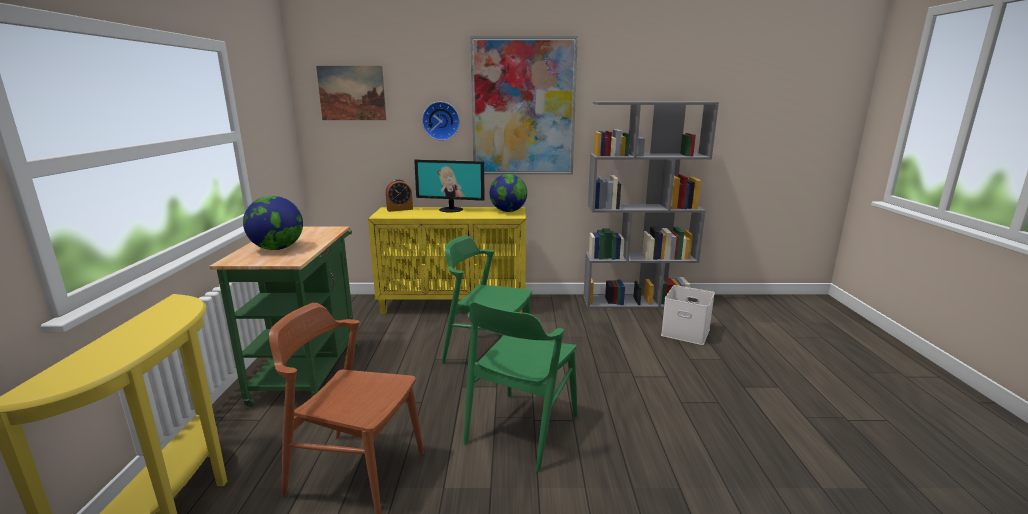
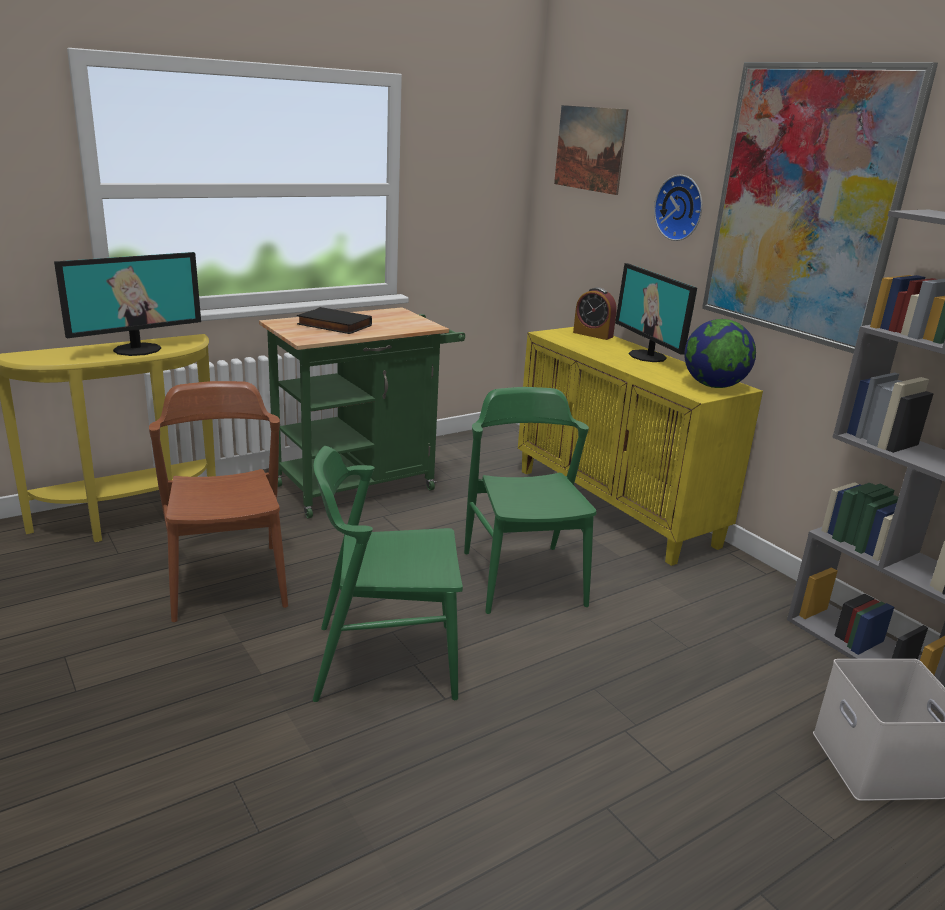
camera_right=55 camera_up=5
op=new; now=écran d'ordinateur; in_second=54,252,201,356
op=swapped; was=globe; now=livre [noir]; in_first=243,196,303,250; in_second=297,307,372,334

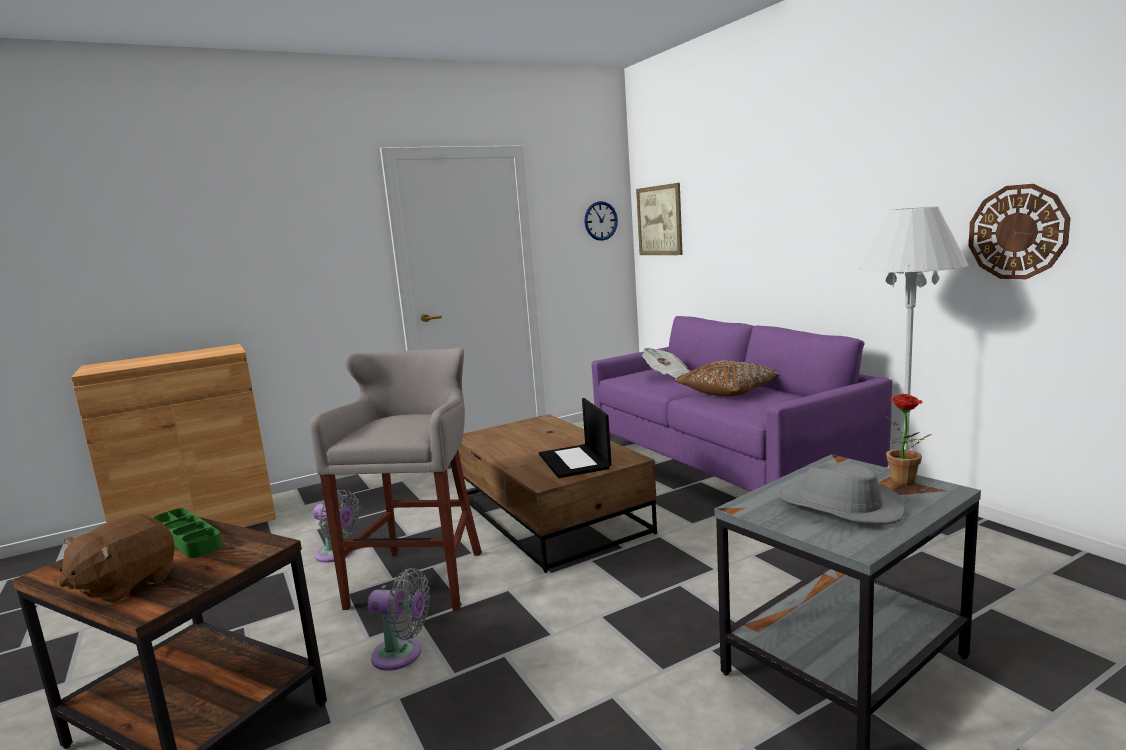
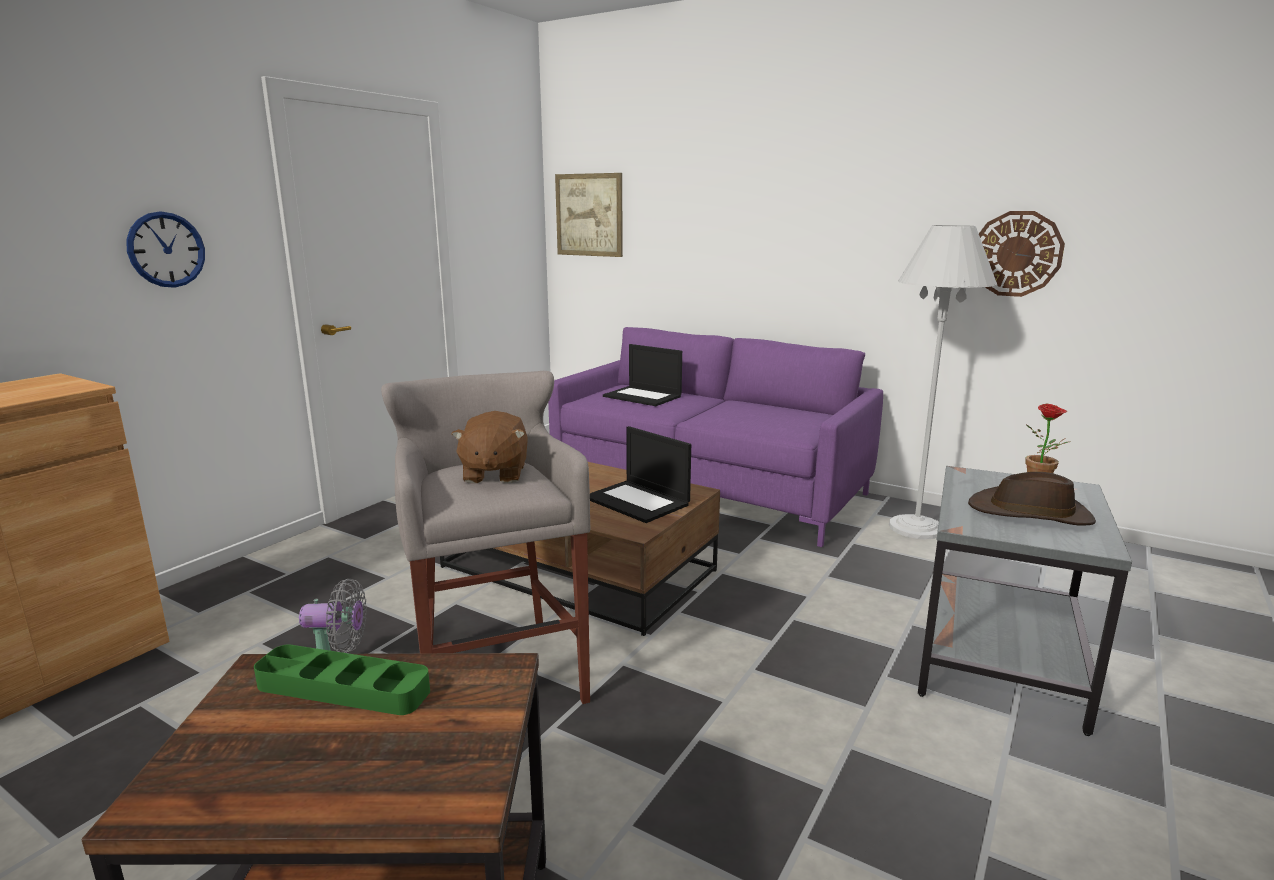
camera_right=-30 camera_up=5
op=shifted; was=horloge murale; in_first=584,201,618,241; in_second=126,211,205,288
op=shifted; was=peluche [marron]; in_first=59,514,175,605; in_second=451,411,528,483
op=swapped; was=journal; now=ordinateur portable; in_first=642,348,690,378; in_second=603,344,682,406
op=repainted; was=chapeau [gris]; now=chapeau [marron]; in_first=778,462,905,525; in_second=968,472,1096,525
op=gone; was=ventilateur [gris]; in_first=368,568,430,671
op=gone; was=coussin [marron]; in_first=674,360,780,396

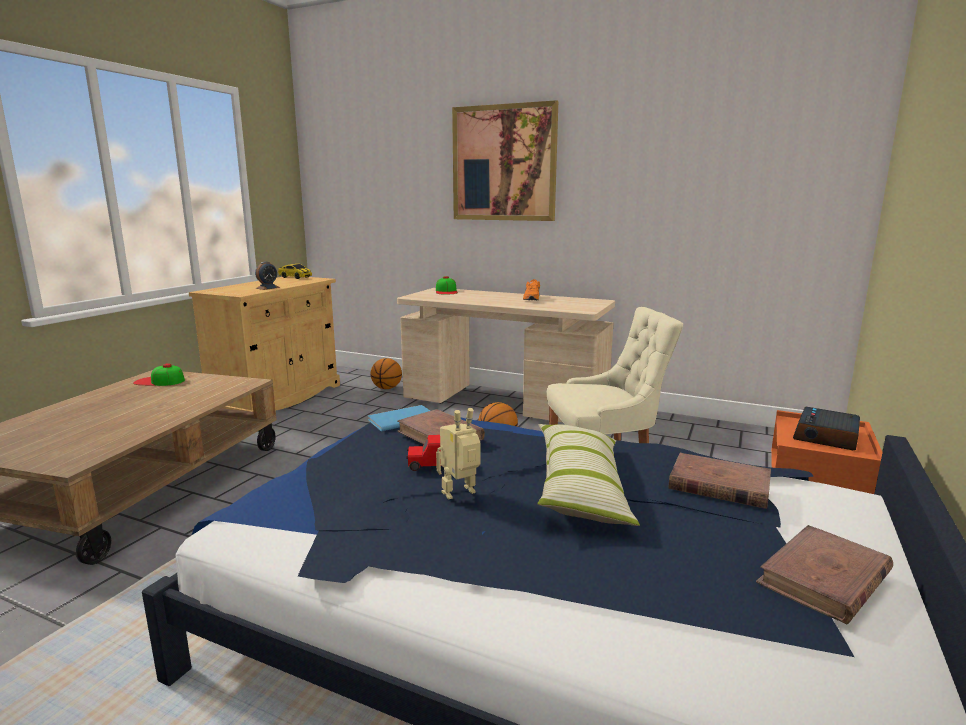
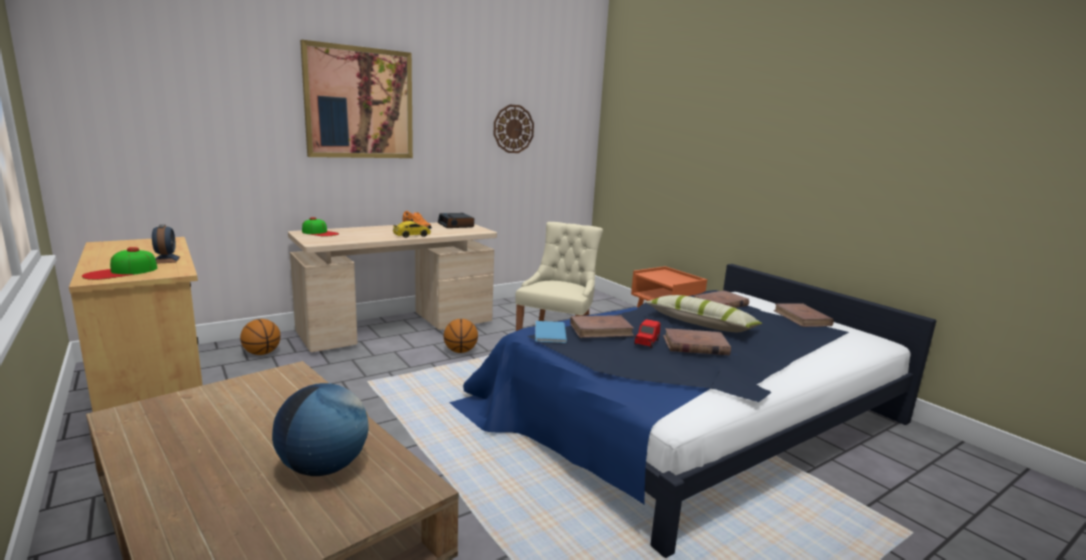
camera_right=-60 camera_up=0
op=shifted; was=casquette; in_first=133,363,185,386; in_second=82,247,157,280
op=new; now=globe; in_second=272,383,369,476
op=shifted; was=petite voiture; in_first=278,264,312,279; in_second=393,221,431,238
op=shifted; was=réveil; in_first=793,407,860,450; in_second=438,213,474,228
op=new; now=horloge murale; in_second=494,104,534,153
op=swapped; was=robot jouet; now=livre [marron]; in_first=436,408,481,499; in_second=663,328,731,355

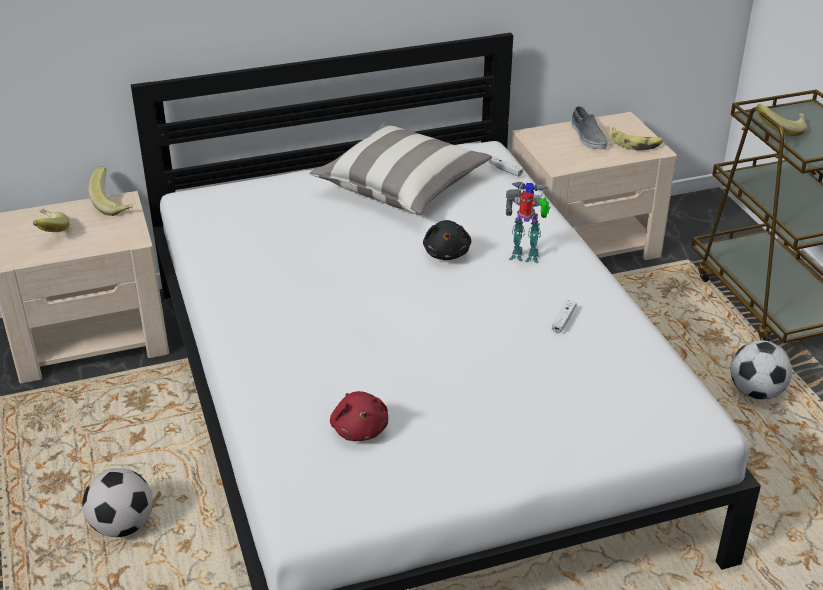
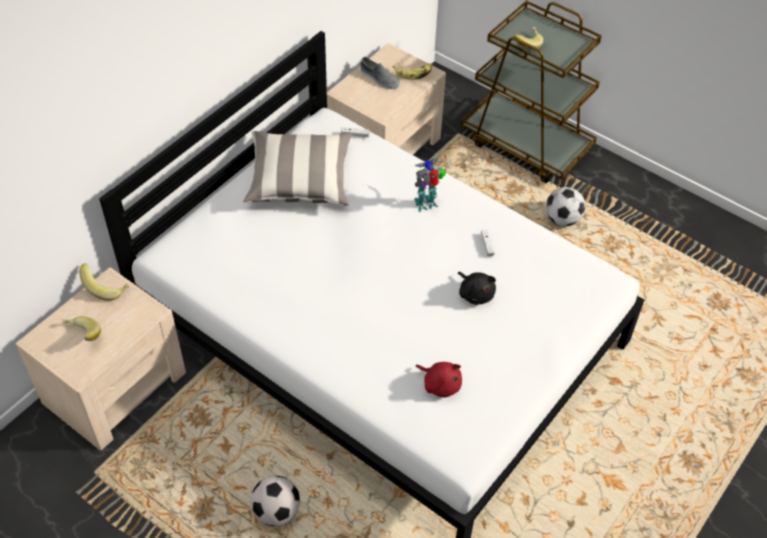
camera_right=-35 camera_up=15
op=shifted; was=peluche [noir]; in_first=423,220,471,260; in_second=458,272,496,305

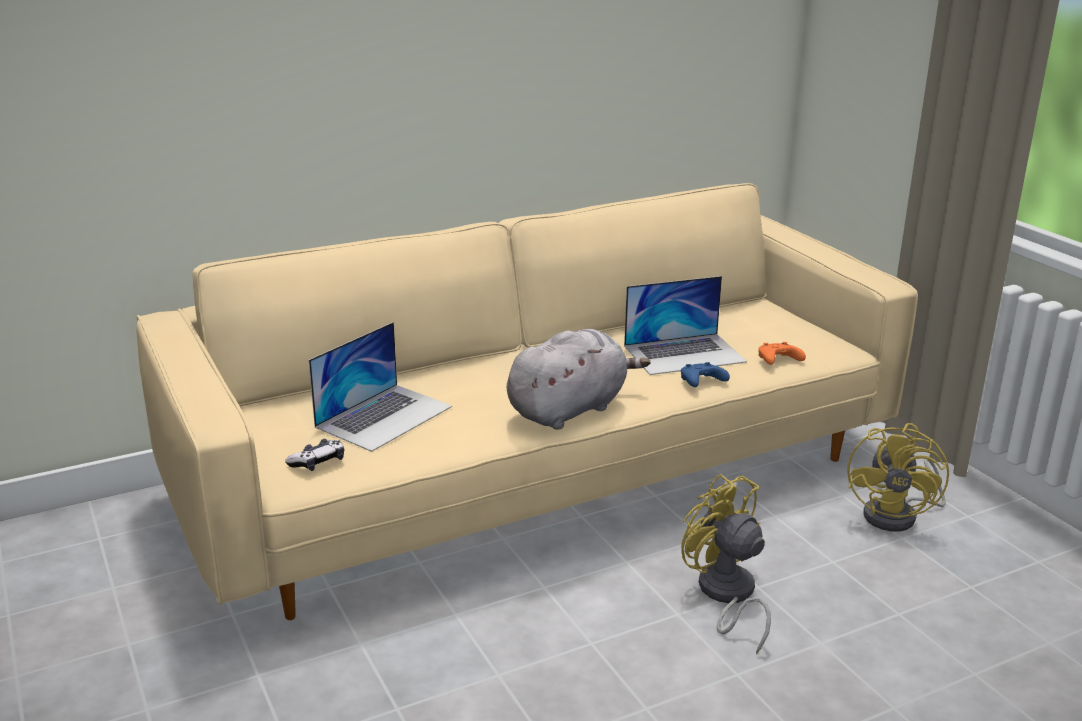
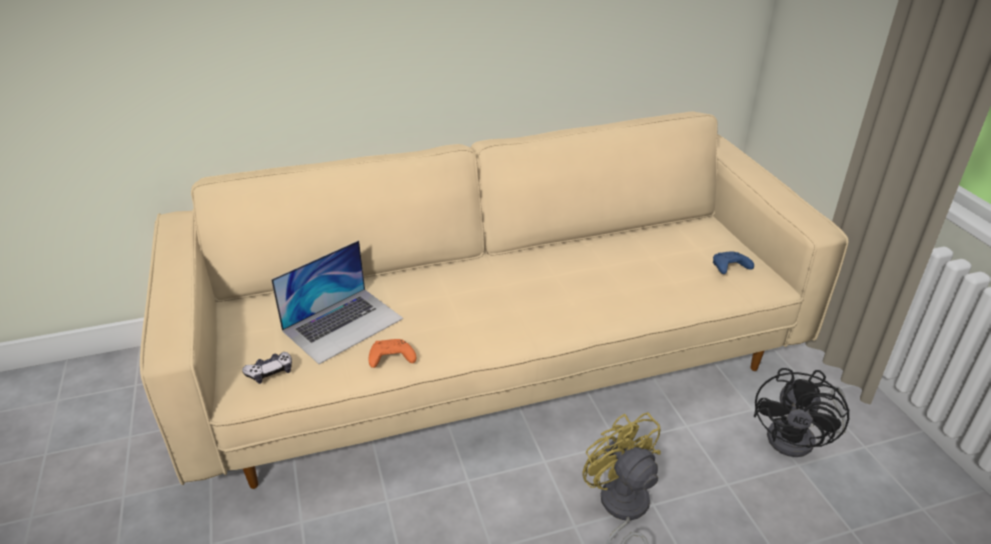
camera_right=10 camera_up=10
op=shifted; was=manette [orange]; in_first=758,342,806,365; in_second=368,339,416,368
op=shifted; was=manette [bleu]; in_first=681,362,730,387; in_second=713,251,754,274
op=repainted; was=ventilateur [jaune]; now=ventilateur [noir]; in_first=847,423,949,532; in_second=753,368,850,457
op=gone; was=peluche [gris]; in_first=507,329,650,430
op=gone; was=ordinateur portable; in_first=624,276,747,375

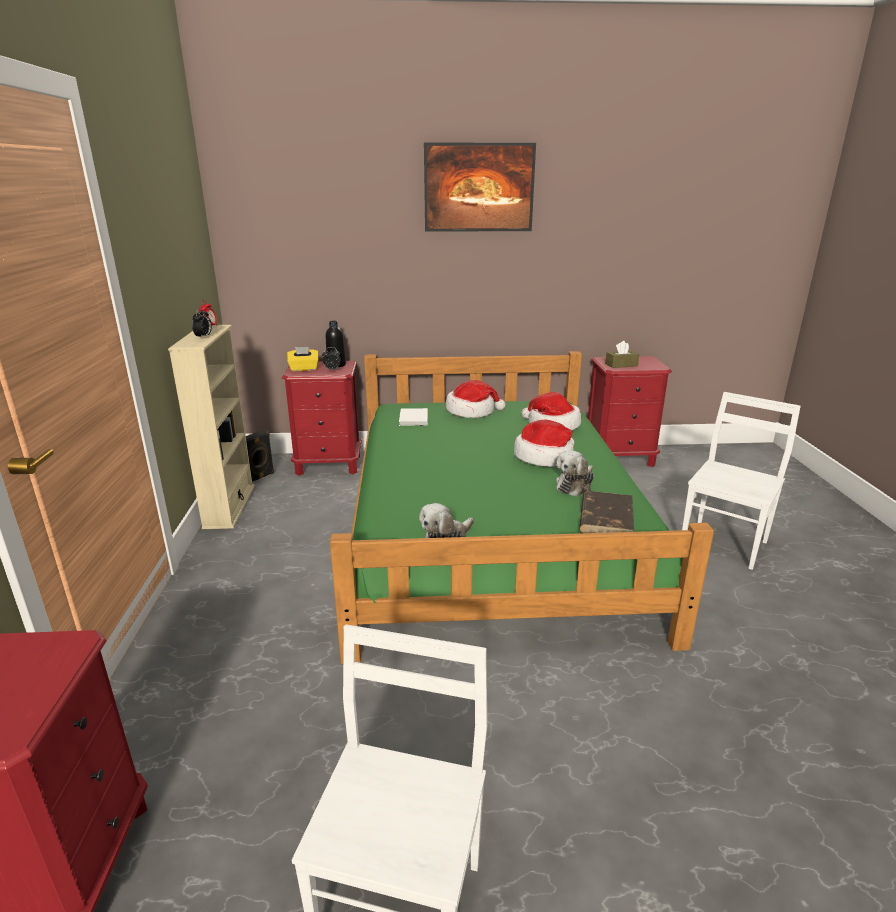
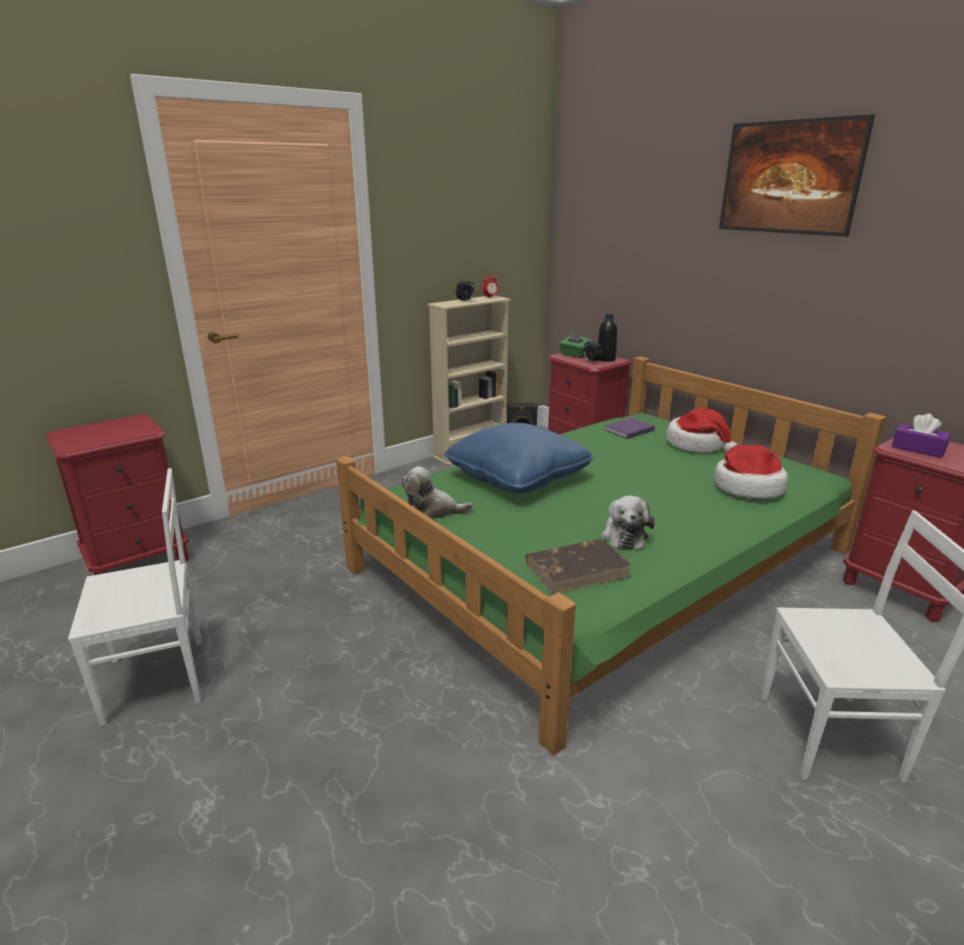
camera_right=55 camera_up=0
op=new; now=coussin [bleu]; in_second=444,423,593,494
op=repainted; was=boîte à mouchoirs [jaune]; now=boîte à mouchoirs [vert]; in_first=287,347,318,371; in_second=559,332,593,358
op=rotated; was=peluche; in_first=555,450,594,497; in_second=601,495,655,550; clockwise=-90
op=repainted; was=livre [blanc]; now=livre [violet]; in_first=399,408,428,426; in_second=605,418,655,439
op=repainted; was=boîte à mouchoirs [marron]; now=boîte à mouchoirs [violet]; in_first=605,341,639,368; in_second=892,413,951,458
op=gone; was=chapeau; in_first=514,420,574,467

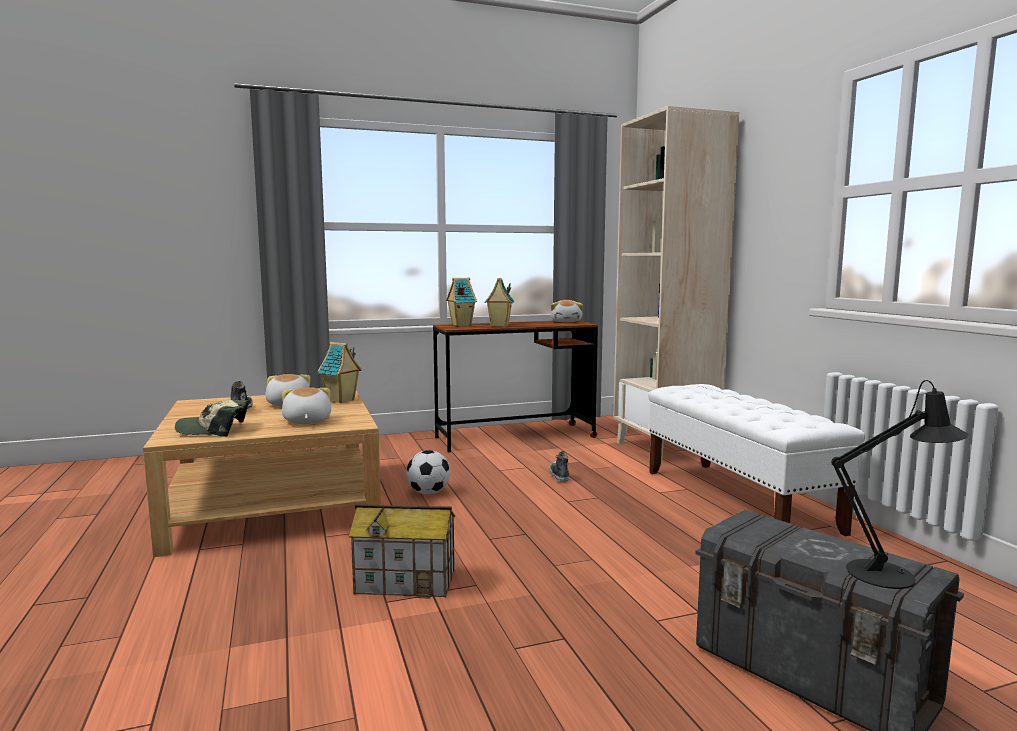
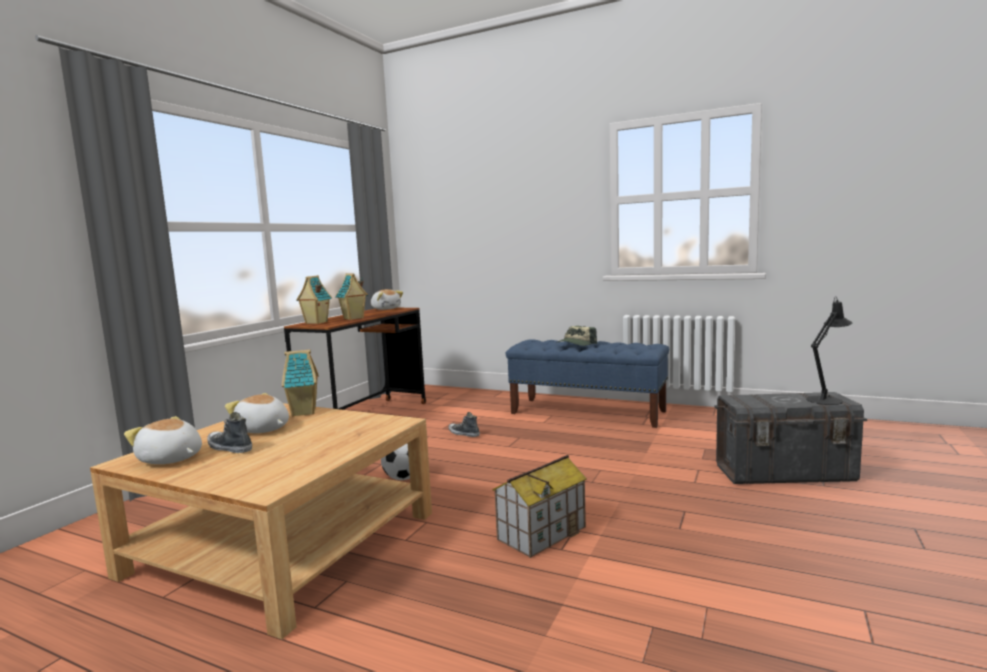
camera_right=-45 camera_up=0
op=shifted; was=peluche; in_first=282,387,331,424; in_second=124,416,202,464
op=repainted; was=banc [blanc]; now=banc [bleu]; in_first=648,384,865,536; in_second=506,339,669,428
op=shifted; was=casquette; in_first=175,400,248,437; in_second=556,326,597,346
op=gone; was=bibliothèque [beige]; in_first=613,106,739,464

